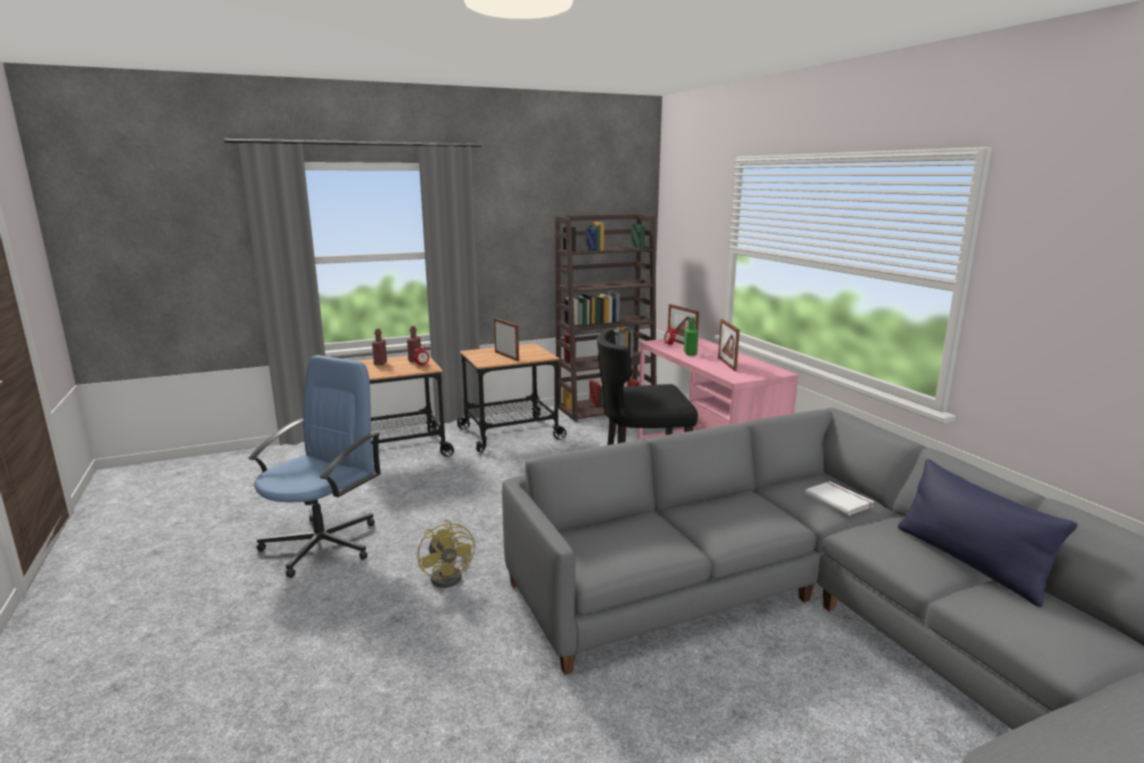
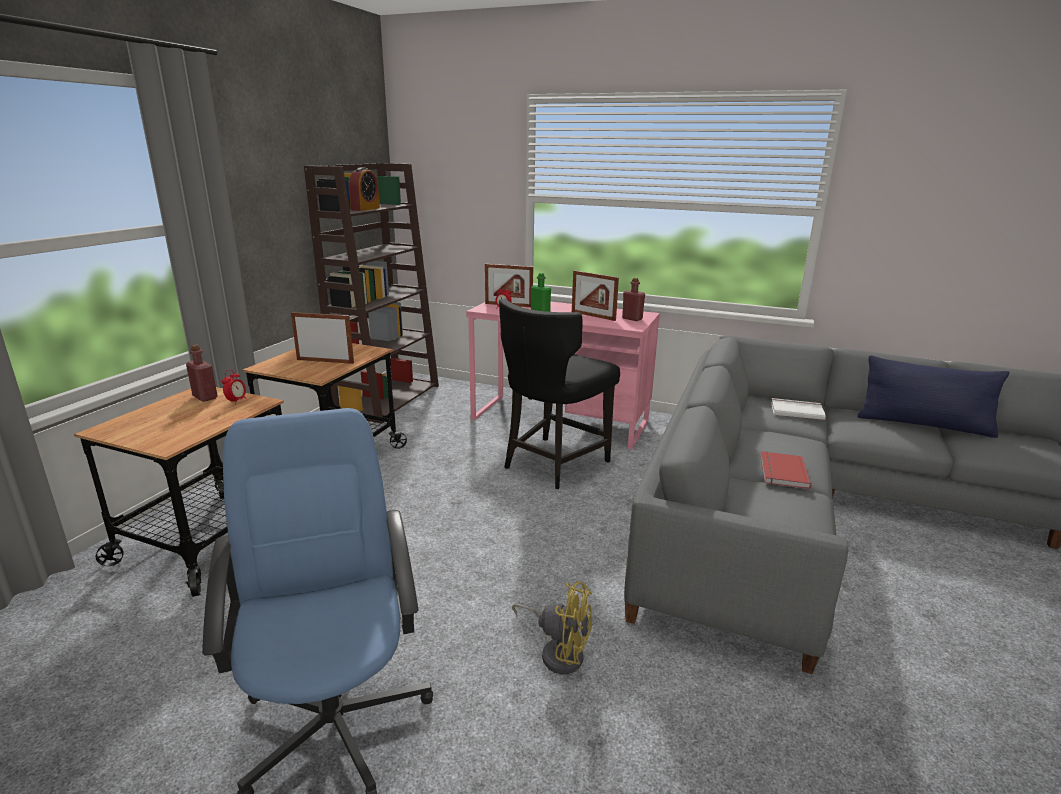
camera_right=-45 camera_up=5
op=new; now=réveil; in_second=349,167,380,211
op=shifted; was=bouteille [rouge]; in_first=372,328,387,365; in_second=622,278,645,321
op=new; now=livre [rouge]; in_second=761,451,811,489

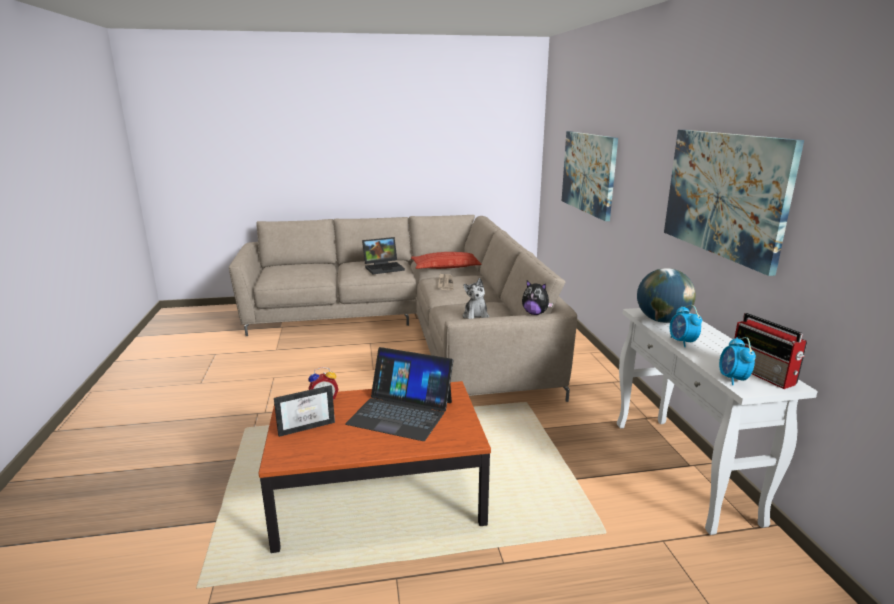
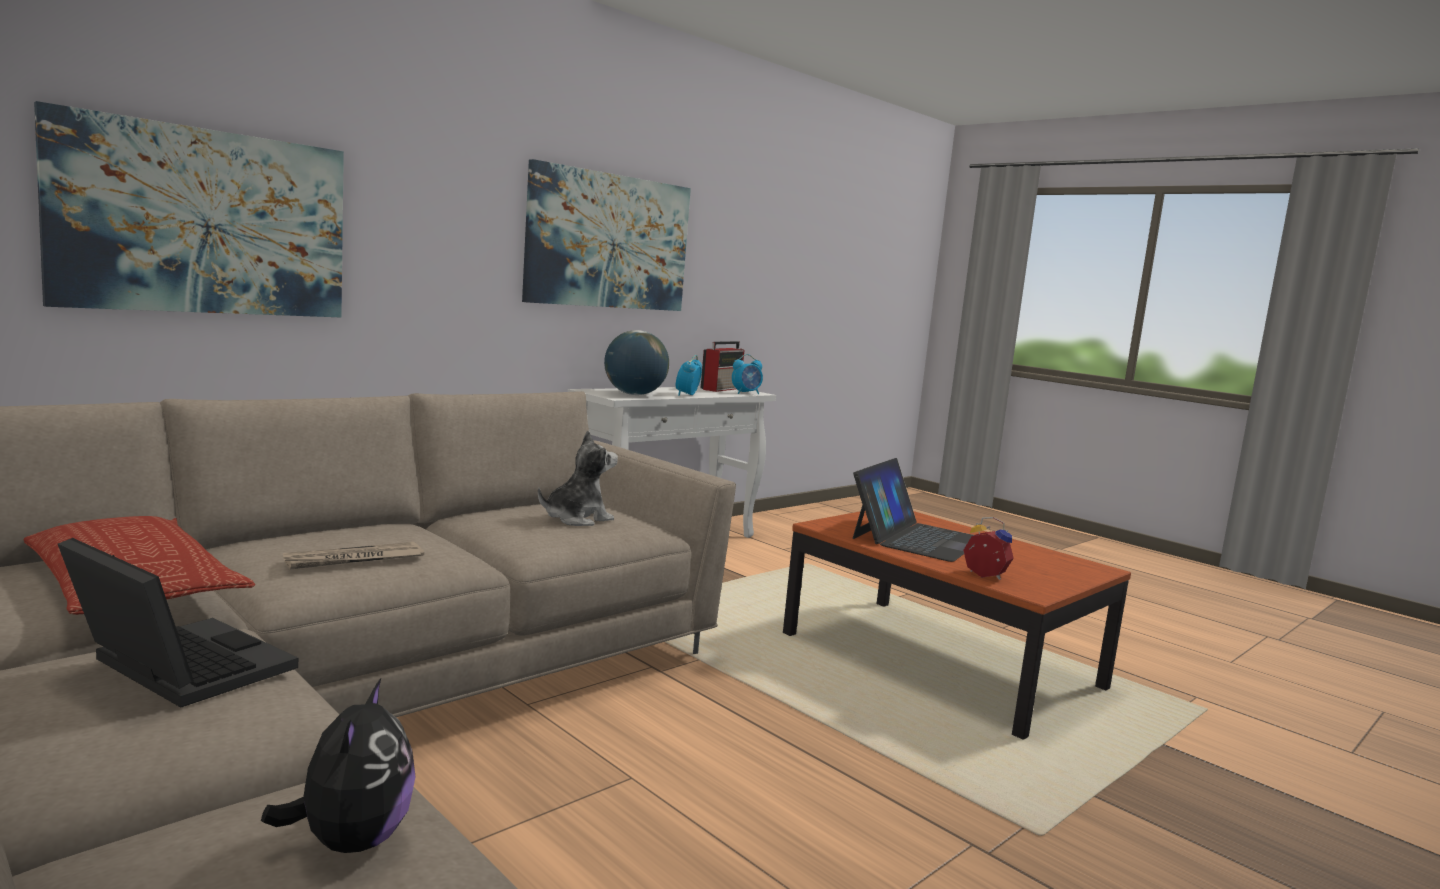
camera_right=-125 camera_up=-10
op=shifted; was=peluche; in_first=522,281,553,315; in_second=261,679,416,853
op=rotated; was=réveil; in_first=670,305,702,347; in_second=676,355,702,396; clockwise=150
op=rotated; was=ordinateur portable; in_first=345,347,453,441; in_second=853,458,974,562; clockwise=45
op=gone; was=cadre photo; in_first=274,385,335,437

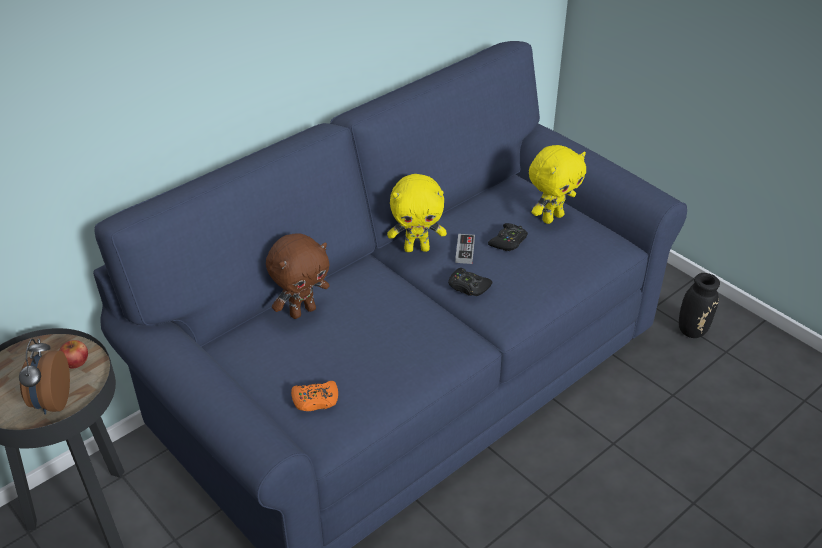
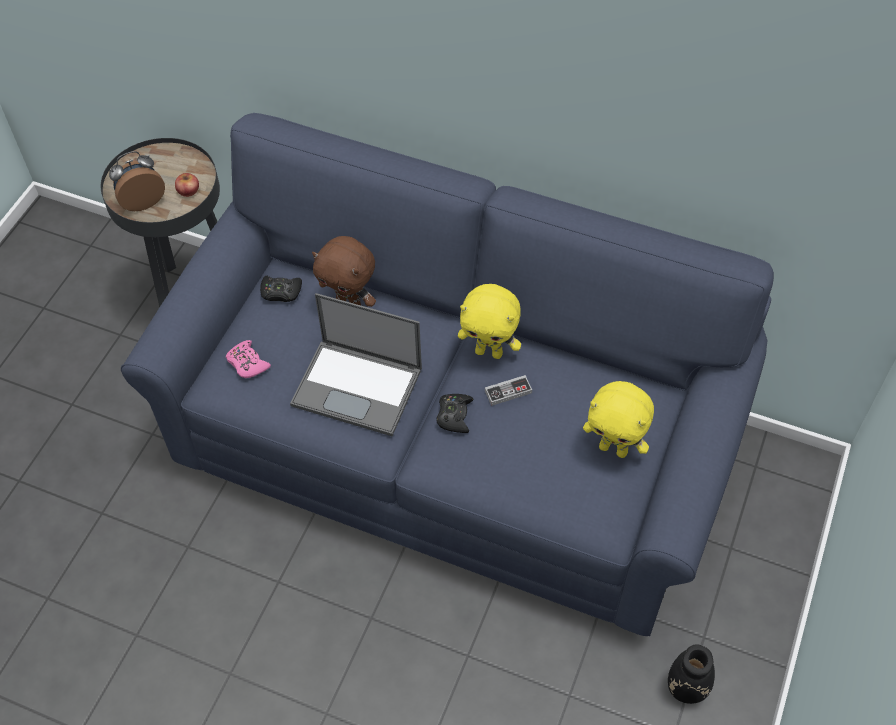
camera_right=65 camera_up=15
op=repainted; was=manette [orange]; now=manette [rose]; in_first=291,381,338,411; in_second=226,340,271,378
op=shifted; was=manette [noir]; in_first=488,223,528,251; in_second=260,276,302,302
op=new; now=ordinateur portable; in_second=290,293,422,436
op=rotated; was=peluche [jaune]; in_first=387,174,447,252; in_second=458,284,521,359; clockwise=-45

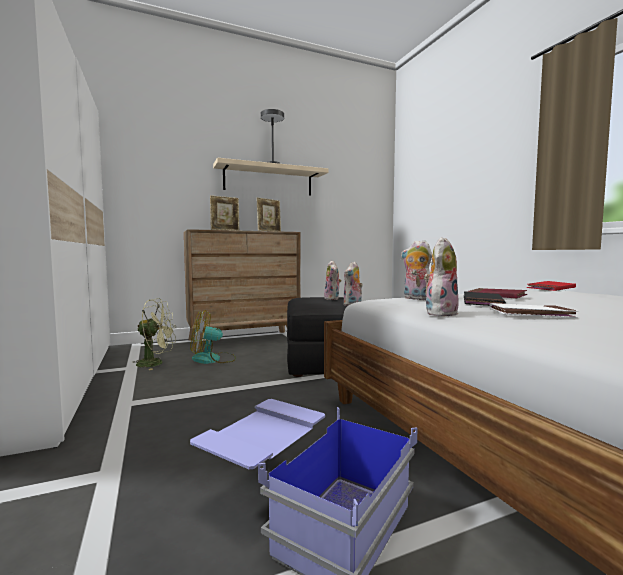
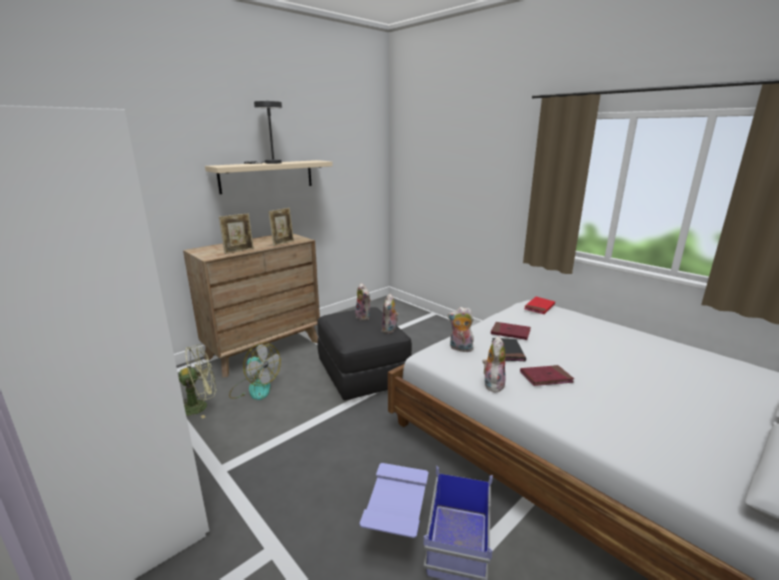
camera_right=-20 camera_up=15
op=rotated; was=ventilateur; in_first=190,310,236,364; in_second=229,342,281,400; clockwise=-120
op=repainted; was=livre [blanc]; now=livre [rouge]; in_first=489,303,579,318; in_second=520,365,574,386

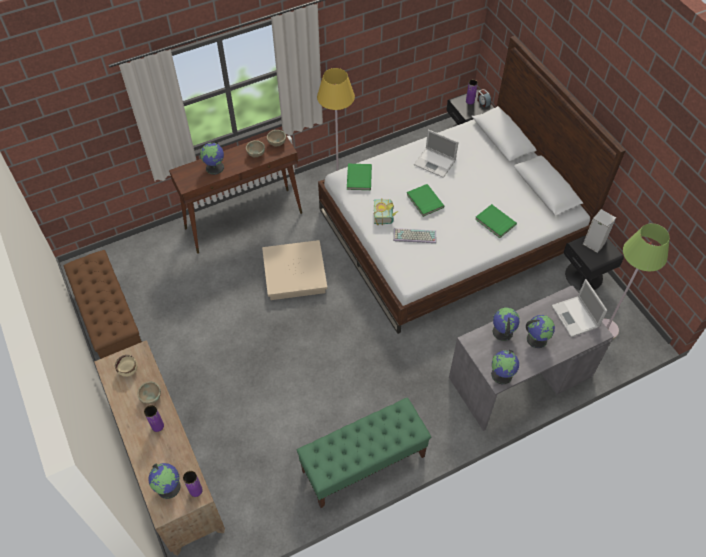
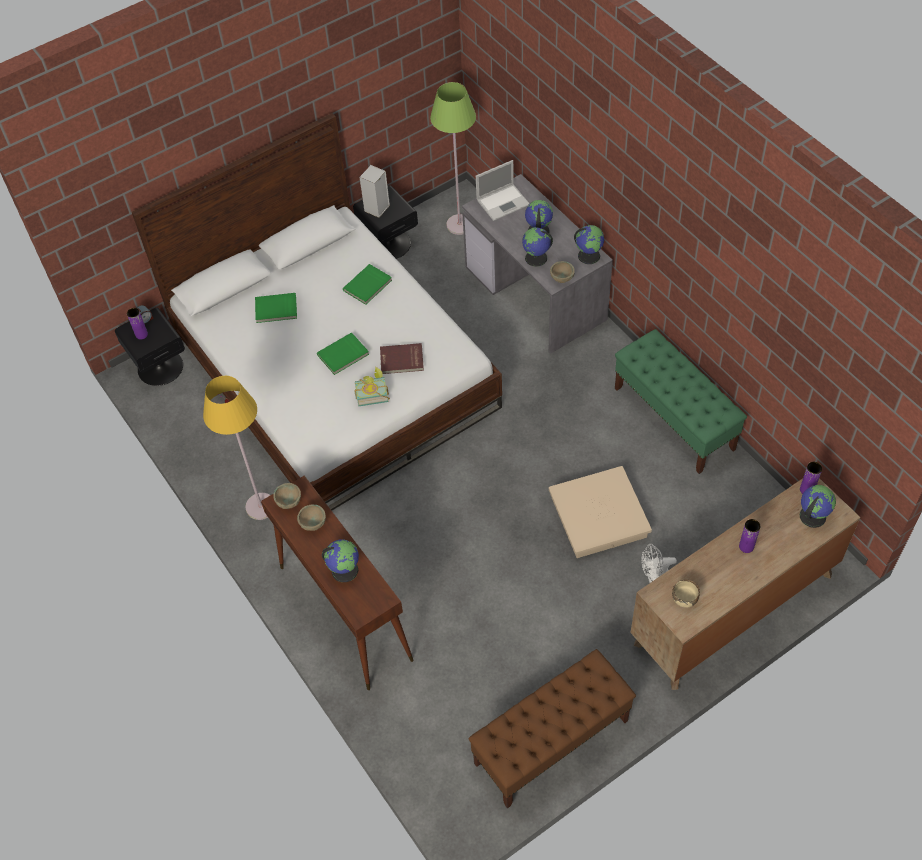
camera_right=-95 camera_up=0
op=shifted; was=livre [vert]; in_first=347,164,372,190; in_second=255,293,297,323
op=swapped; was=clavier; now=livre [rouge]; in_first=393,228,436,243; in_second=380,343,424,374
op=shifted; was=boîte de rangement [beige]; in_first=262,240,327,300; in_second=549,466,652,558
op=shifted; was=bol [beige]; in_first=137,381,161,404; in_second=550,261,575,283
op=new; now=ventilateur [blanc]; in_second=641,544,677,583
op=gone; was=ordinateur portable; in_first=414,129,458,178

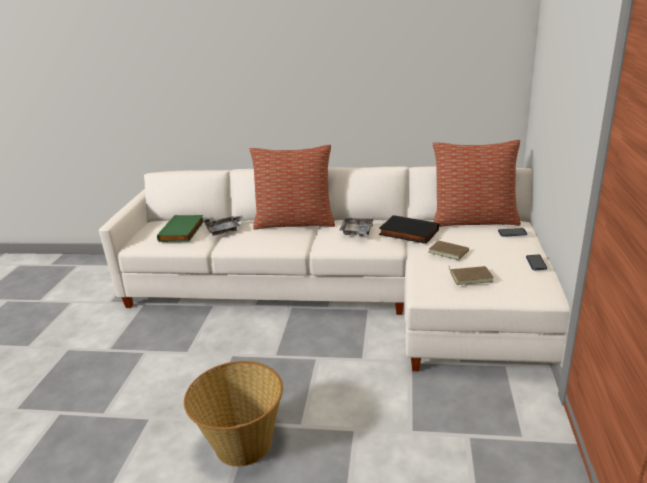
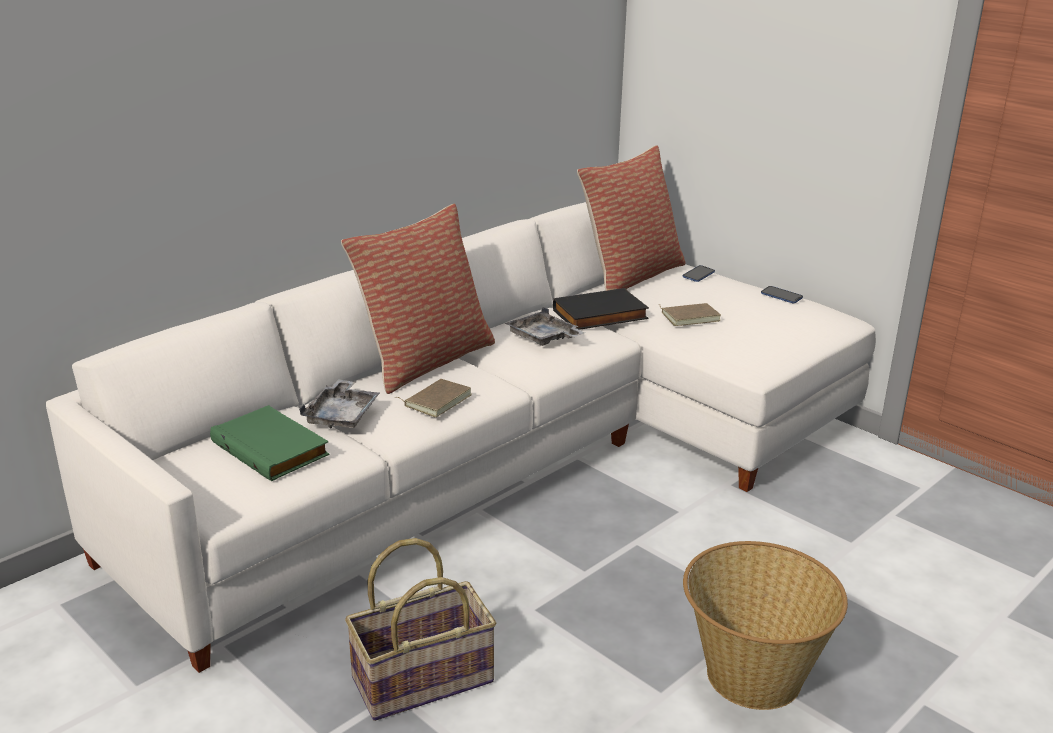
camera_right=-55 camera_up=0
op=new; now=panier; in_second=345,538,496,721
op=shifted; was=livre [marron]; in_first=449,266,494,285; in_second=394,379,472,417

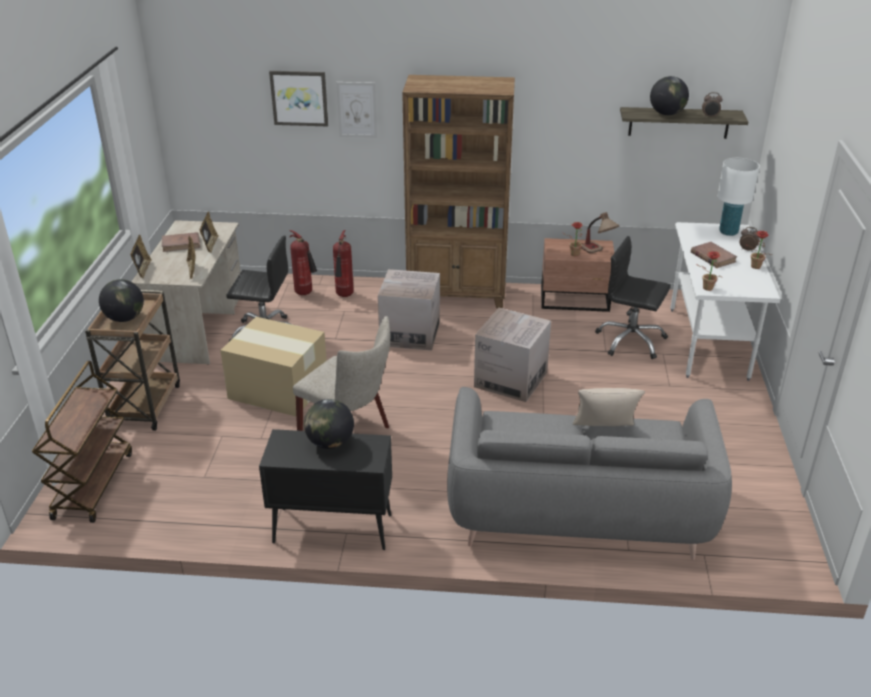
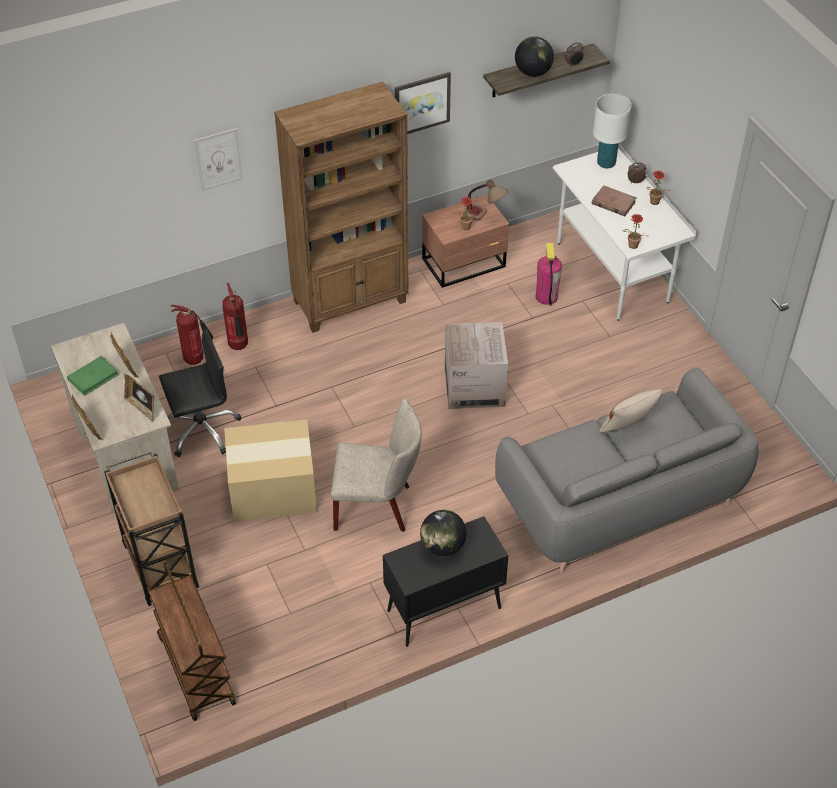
camera_right=-30 camera_up=15
op=repainted; was=livre [marron]; now=livre [vert]; in_first=162,232,200,252; in_second=67,356,119,396
op=shifted; was=tableau; in_first=269,71,328,126; in_second=395,72,451,134
op=swapped; was=chaise de bureau [noir]; now=extincteur; in_first=595,236,671,359; in_second=536,243,562,306
op=gone; was=globe; in_first=99,279,144,322
op=gone; was=carton; in_first=378,269,440,351

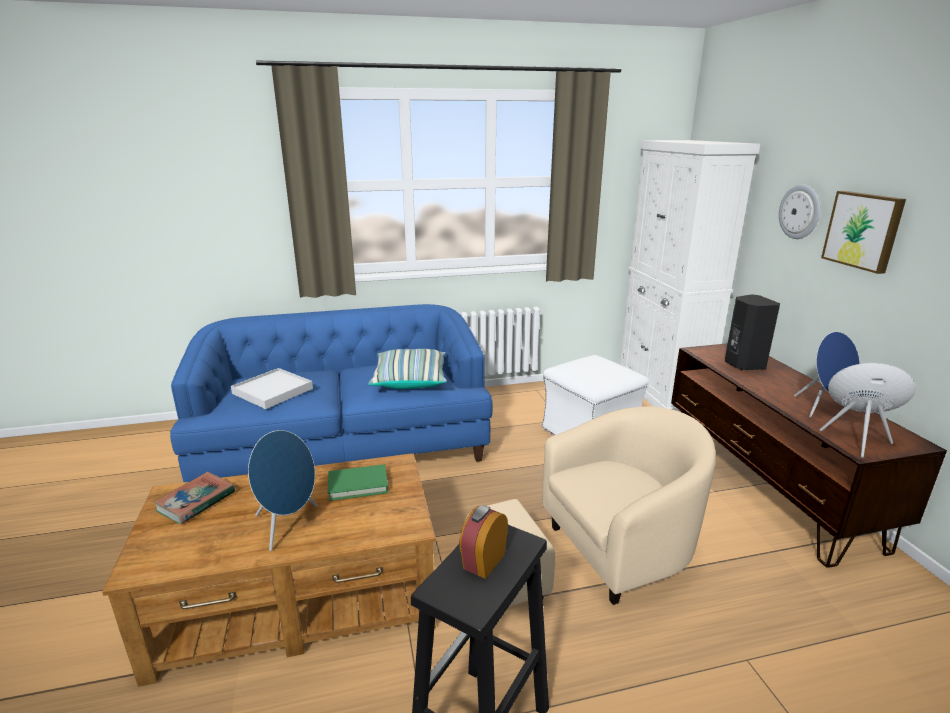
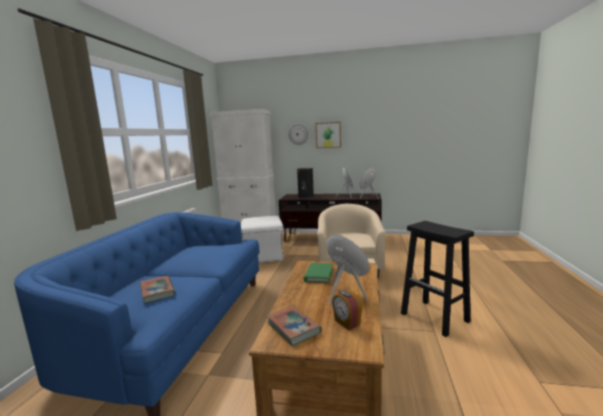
camera_right=-65 camera_up=-10
op=swapped; was=plateau [blanc]; now=livre; in_first=231,368,313,409; in_second=140,276,176,303
op=shifted; was=réveil; in_first=459,505,508,579; in_second=332,290,362,330
op=gone; was=coussin; in_first=368,349,447,389

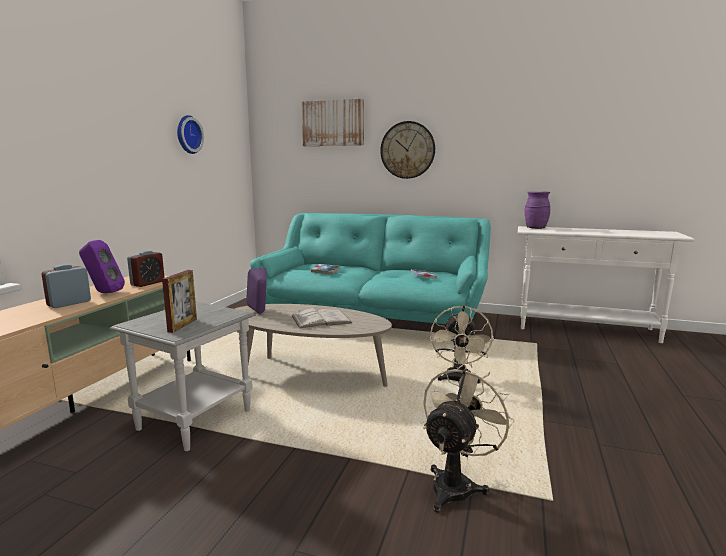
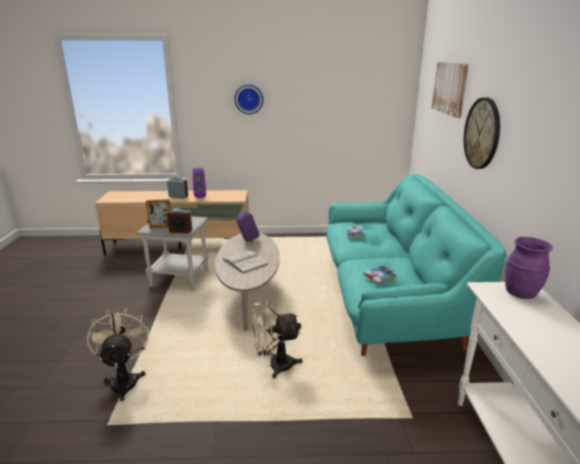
camera_right=70 camera_up=10
op=rotated; was=ventilateur [beige]; in_first=423,364,515,513; in_second=87,308,149,401; clockwise=-120
op=shifted; was=réveil; in_first=127,251,165,287; in_second=167,209,192,233
op=shifted; was=horloge murale; in_first=177,115,204,154; in_second=234,84,263,114

